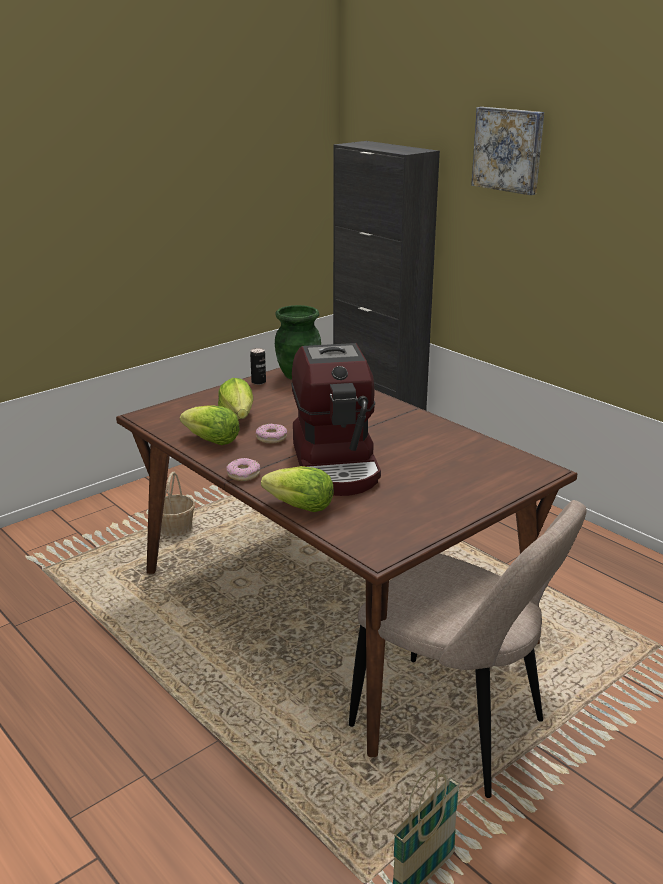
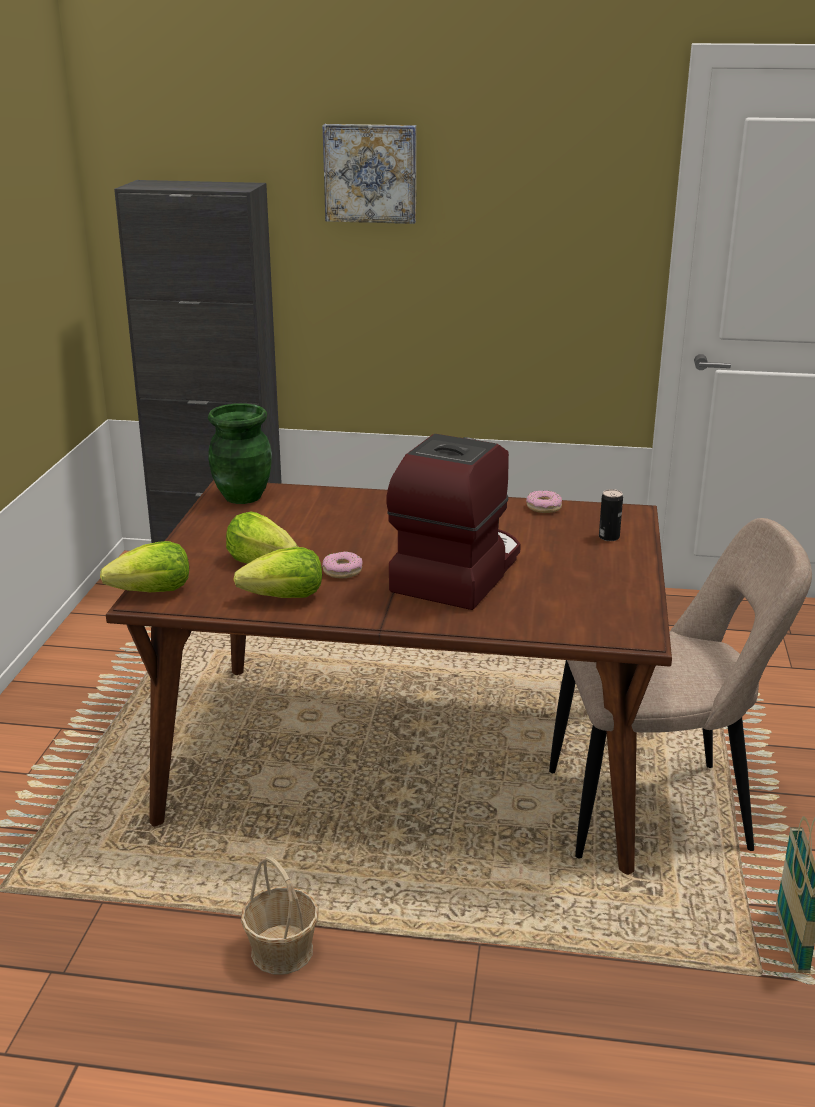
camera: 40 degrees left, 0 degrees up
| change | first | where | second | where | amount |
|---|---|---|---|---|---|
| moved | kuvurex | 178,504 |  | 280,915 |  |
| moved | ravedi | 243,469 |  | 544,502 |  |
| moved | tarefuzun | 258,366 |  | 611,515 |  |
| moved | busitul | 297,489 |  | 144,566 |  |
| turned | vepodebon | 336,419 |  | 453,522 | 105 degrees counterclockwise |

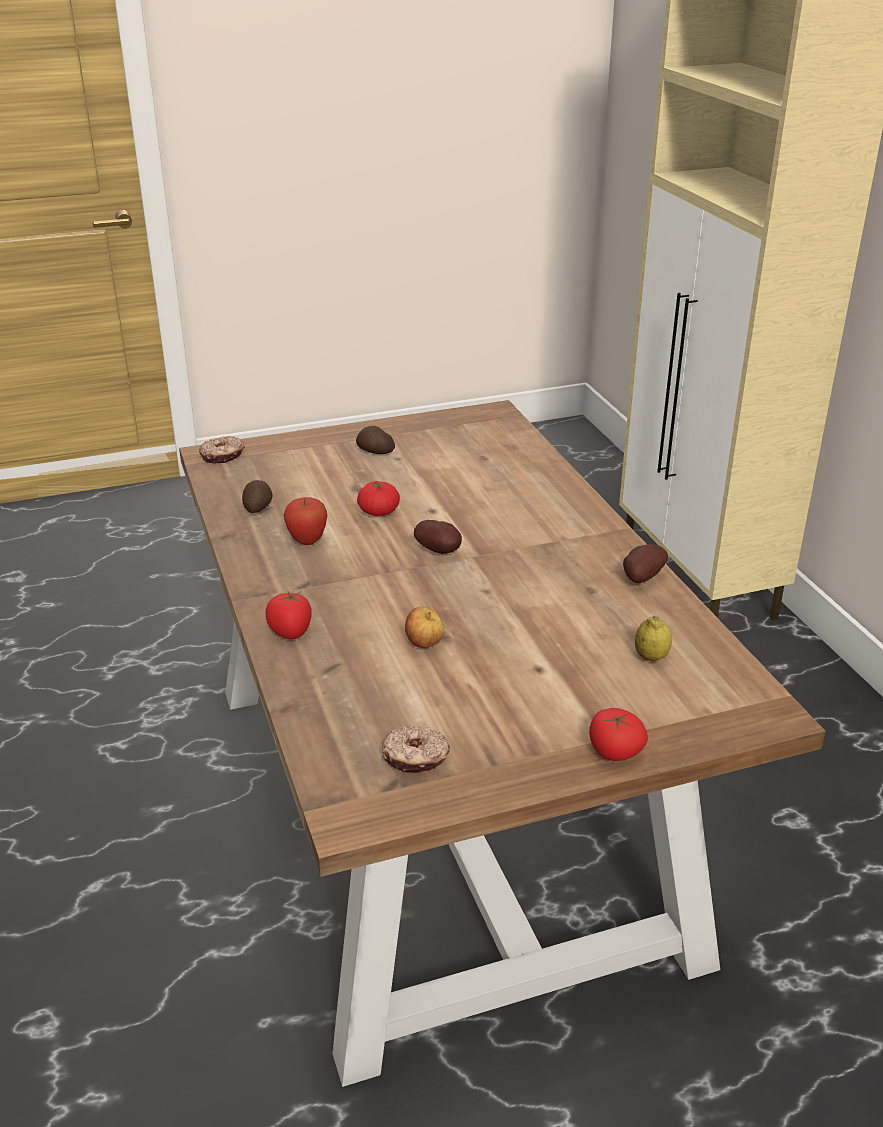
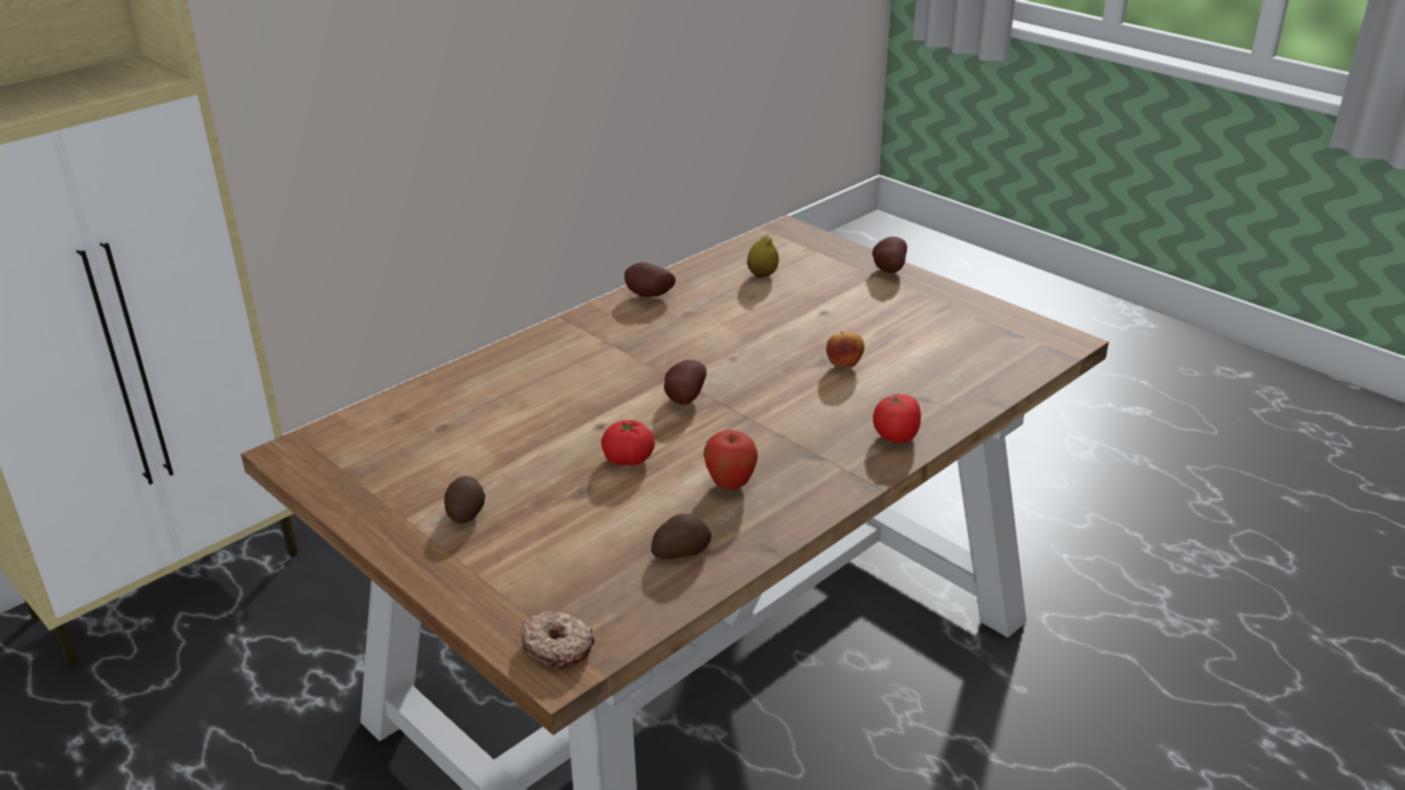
camera: 115 degrees left, 0 degrees up
| change | first | where | second | where | amount |
|---|---|---|---|---|---|
| removed | ravedi | 416,749 |  |  |  |
| replaced | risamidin | 618,734 | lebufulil | 889,255 |  |

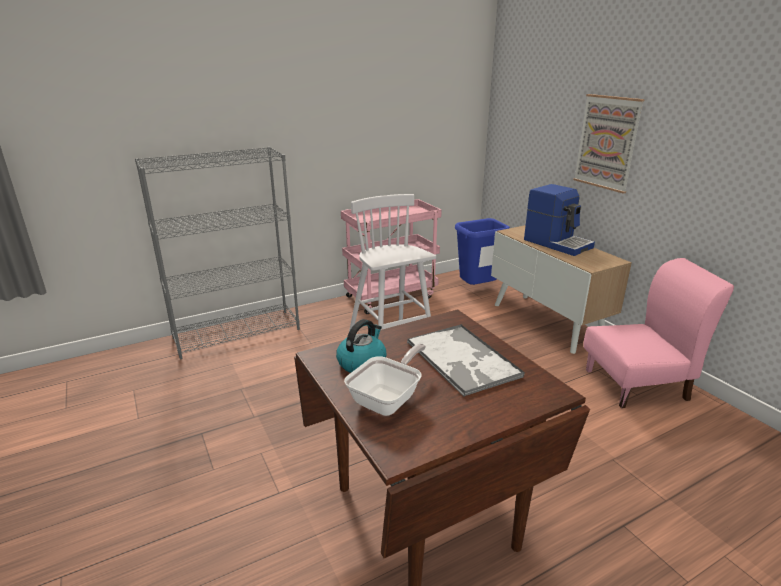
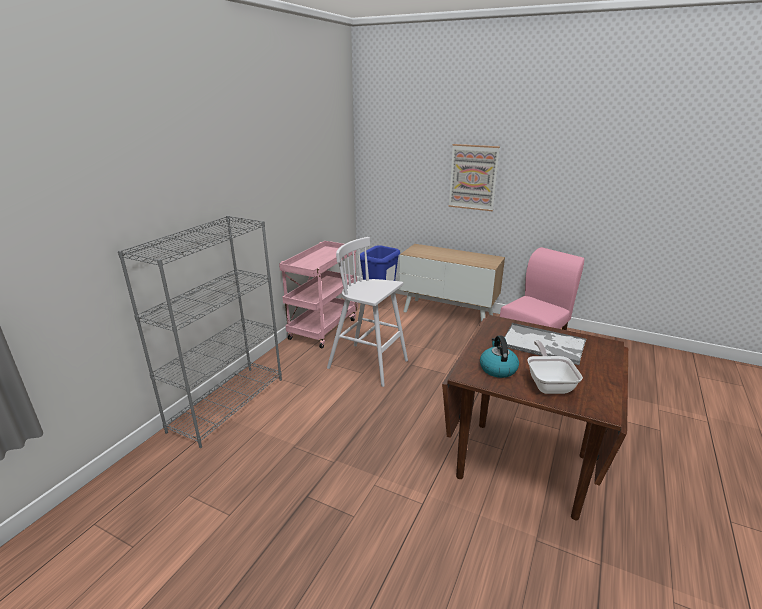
camera: 35 degrees left, 0 degrees up
| change | first | where | second | where | amount |
|---|---|---|---|---|---|
| removed | vepodebon | 559,220 |  |  |  |

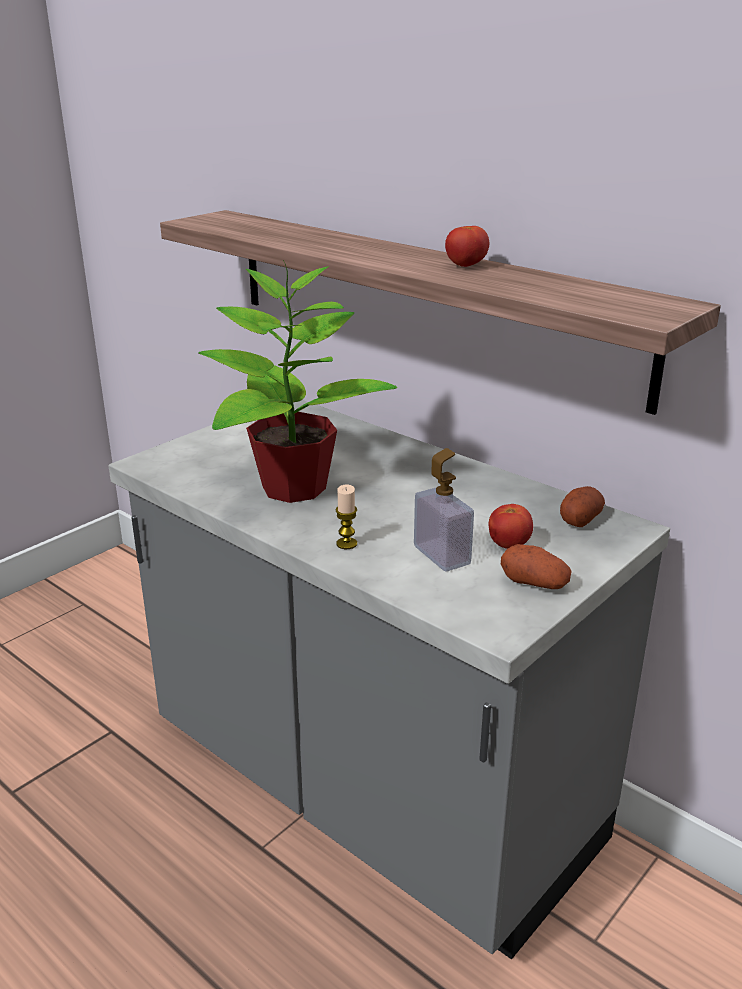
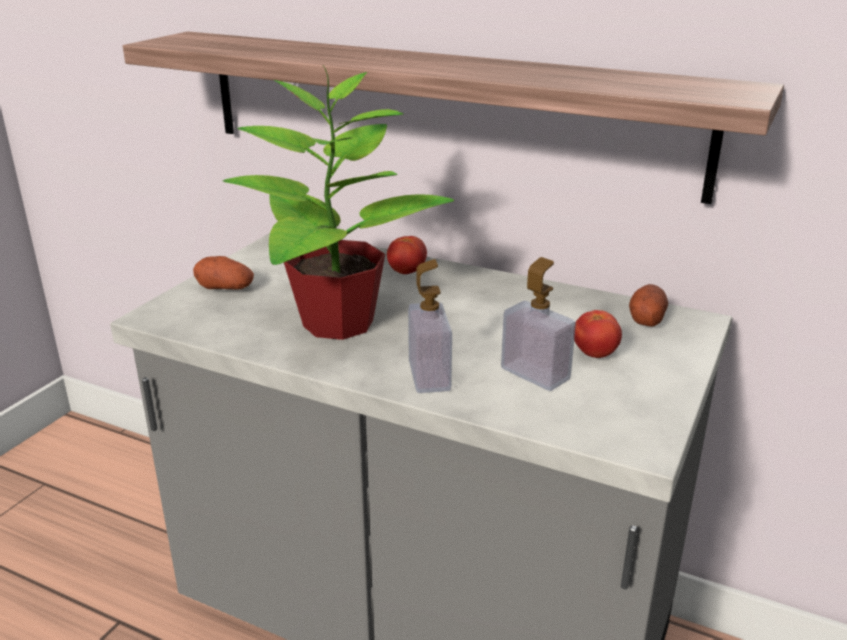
camera: 15 degrees left, 0 degrees up
| change | first | where | second | where | amount |
|---|---|---|---|---|---|
| replaced | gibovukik | 346,517 | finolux | 430,326 |  |
| moved | risamidin | 467,246 |  | 407,255 |  |
| moved | lebufulil | 536,566 |  | 223,273 |  |

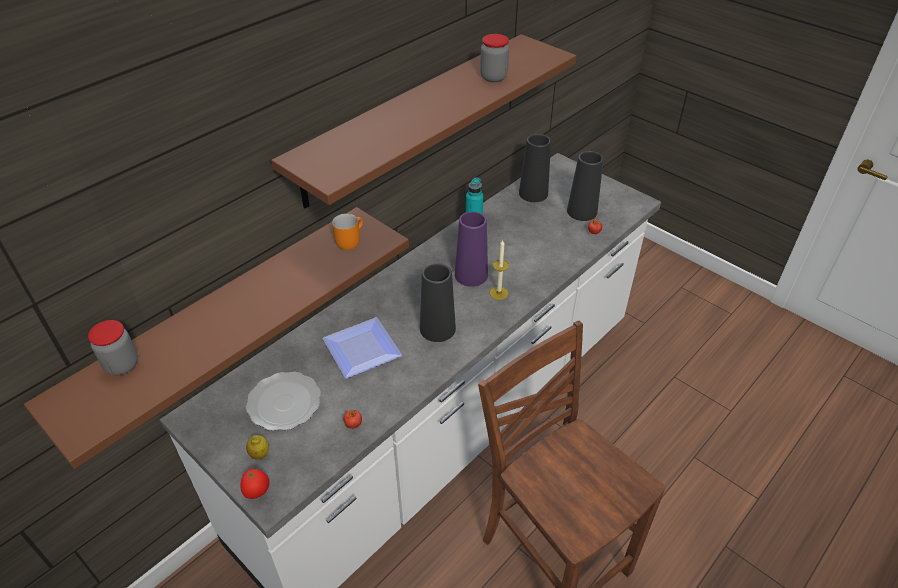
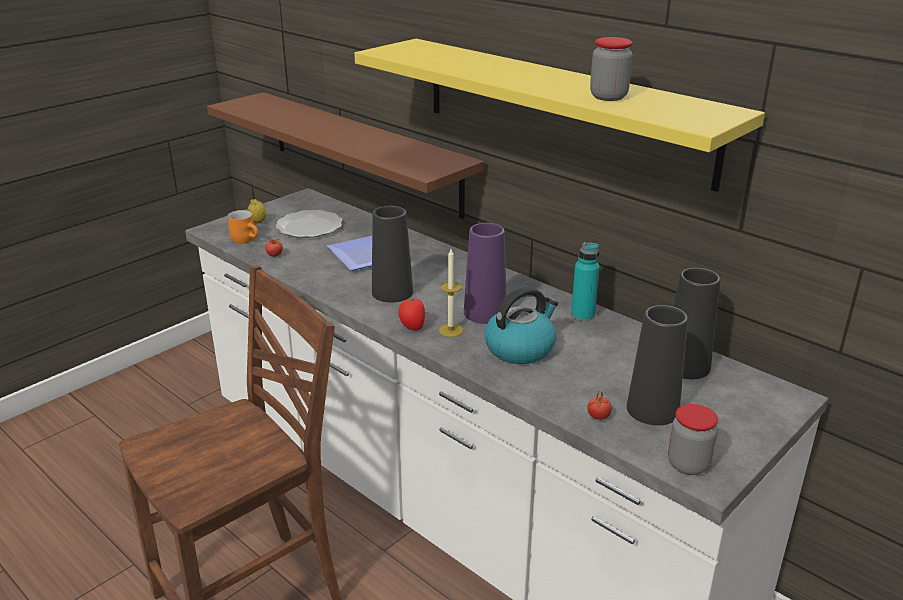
camera: 90 degrees right, 15 degrees down
| change | first | where | second | where | amount |
|---|---|---|---|---|---|
| moved | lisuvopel | 113,347 |  | 693,439 |  |
| moved | risamidin | 255,484 |  | 411,314 |  |
| recoloured | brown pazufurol | 424,121 | yellow pazufurol | 559,115 |  |
| moved | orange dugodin | 347,231 |  | 242,227 |  |
| added |  |  | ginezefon | 521,325 |  |

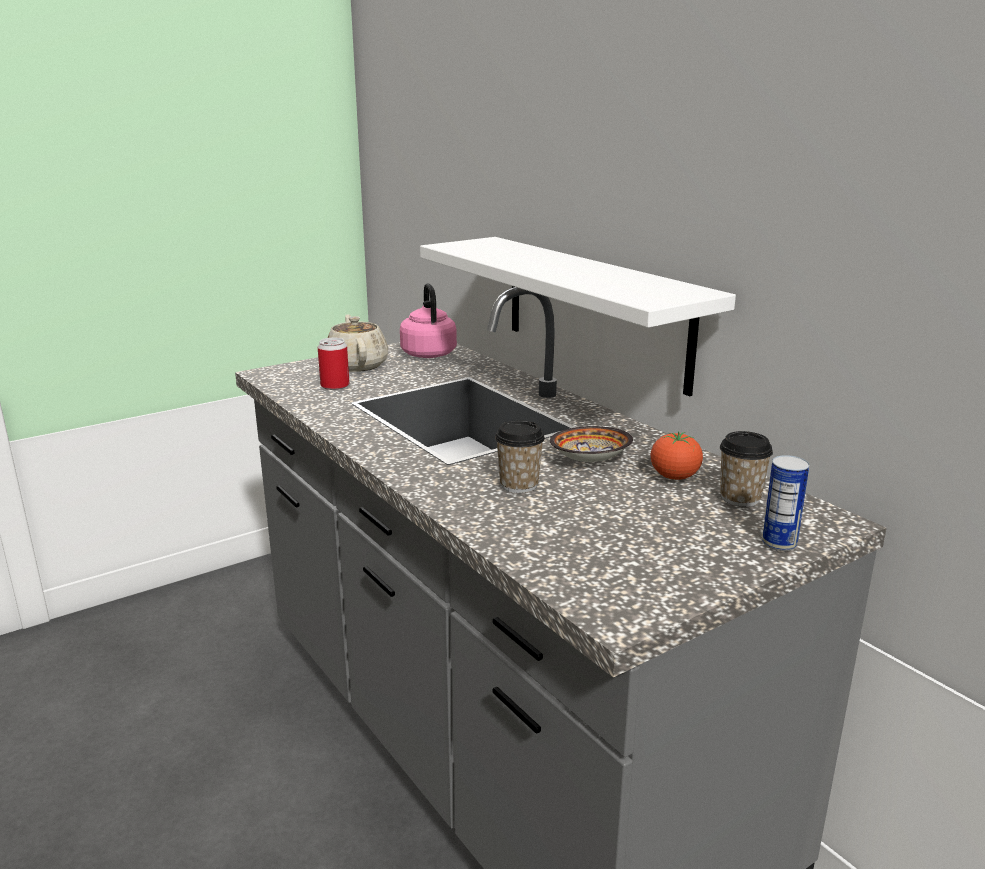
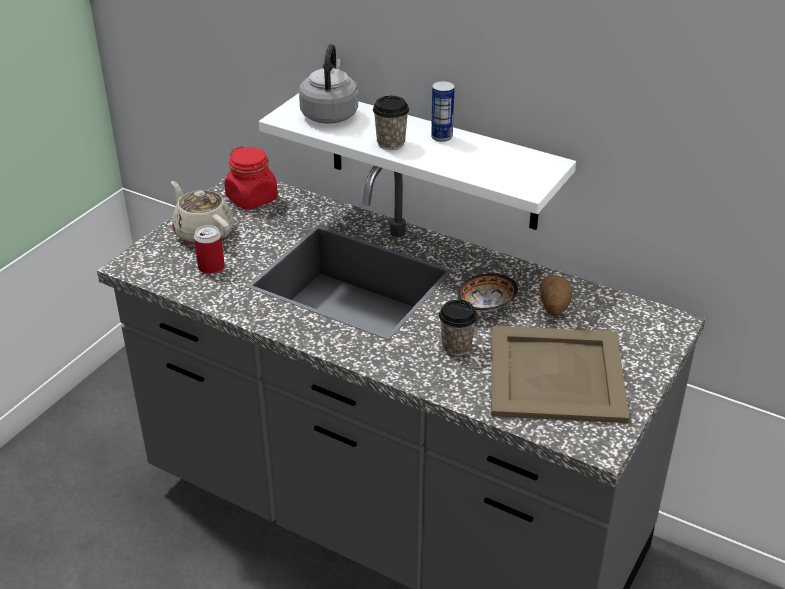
camera: 25 degrees left, 15 degrees up
| change | first | where | second | where | amount |
|---|---|---|---|---|---|
| replaced | pink ginezefon | 428,320 | red lisuvopel | 251,178 |  |
| replaced | risamidin | 677,455 | lebufulil | 556,295 |  |
| moved | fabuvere | 746,469 |  | 391,123 |  |
| moved | tarefuzun | 785,503 |  | 443,111 |  |
| added |  |  | grey ginezefon | 328,84 |  |
| added |  |  | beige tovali | 560,374 |  |

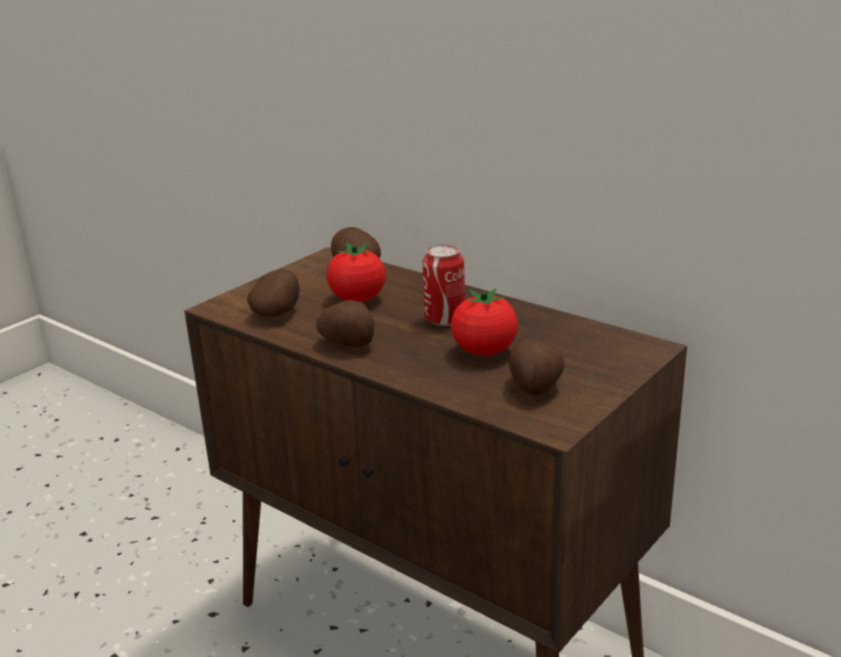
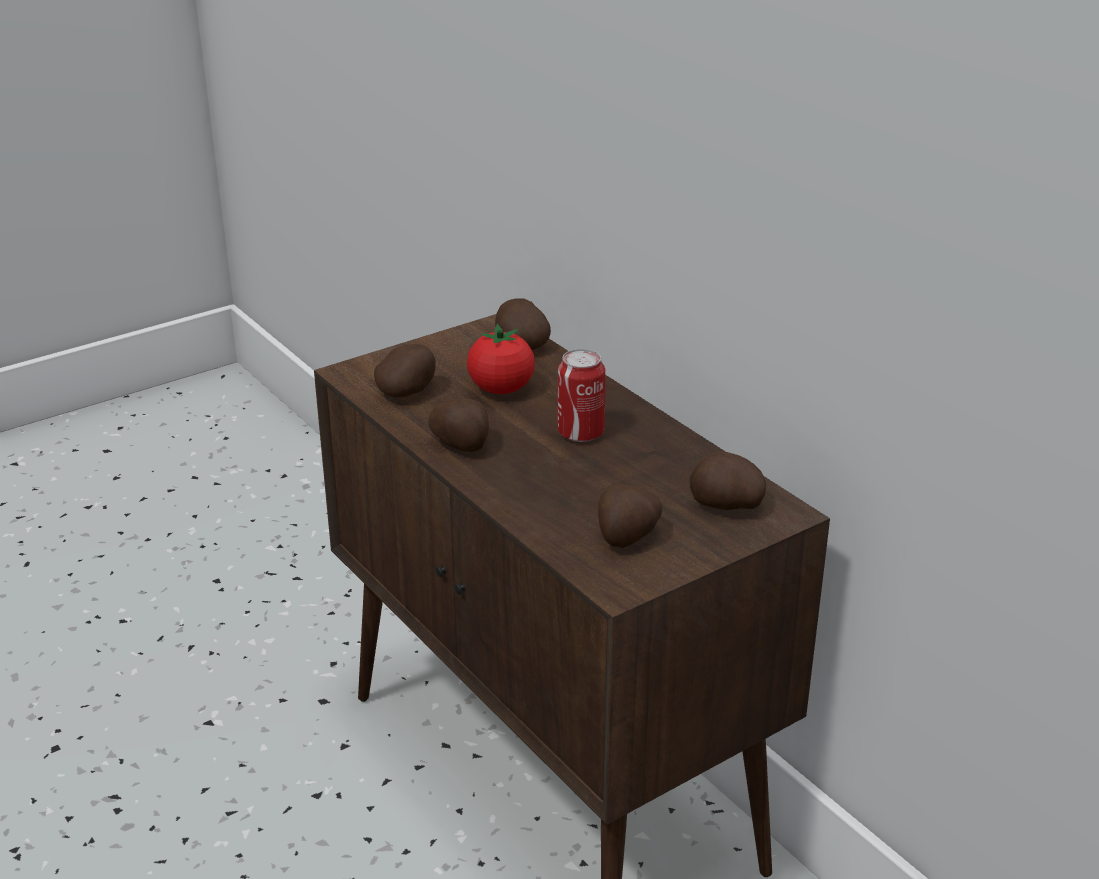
camera: 15 degrees right, 5 degrees up
| change | first | where | second | where | amount |
|---|---|---|---|---|---|
| removed | risamidin | 484,322 |  |  |  |
| added |  |  | lebufulil | 728,480 |  |

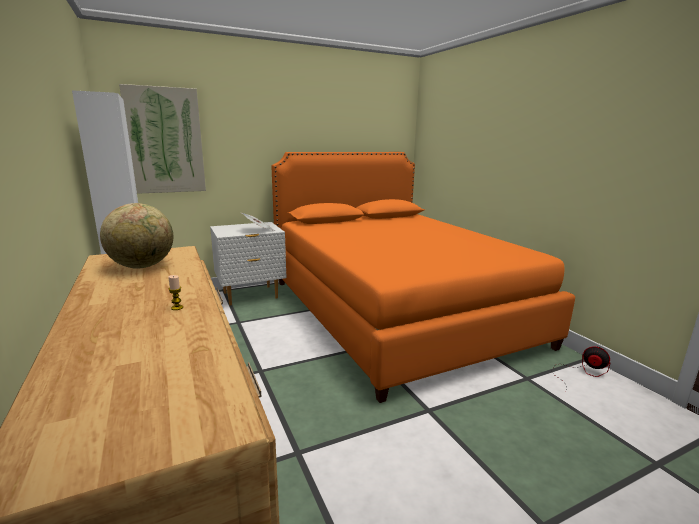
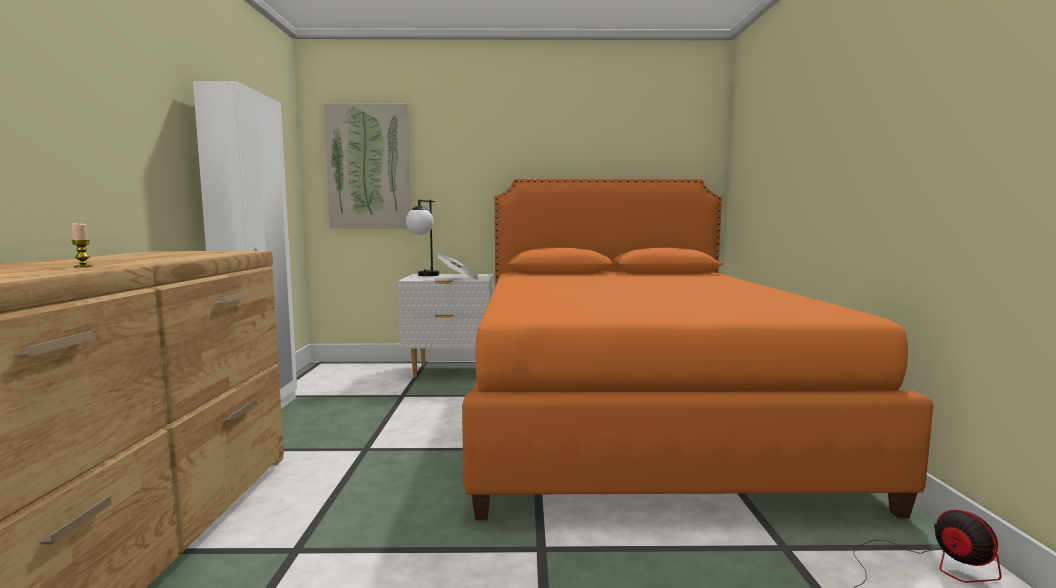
camera: 25 degrees right, 10 degrees down
| change | first | where | second | where | amount |
|---|---|---|---|---|---|
| removed | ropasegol | 137,236 |  |  |  |
| added |  |  | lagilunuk | 422,238 |  |

